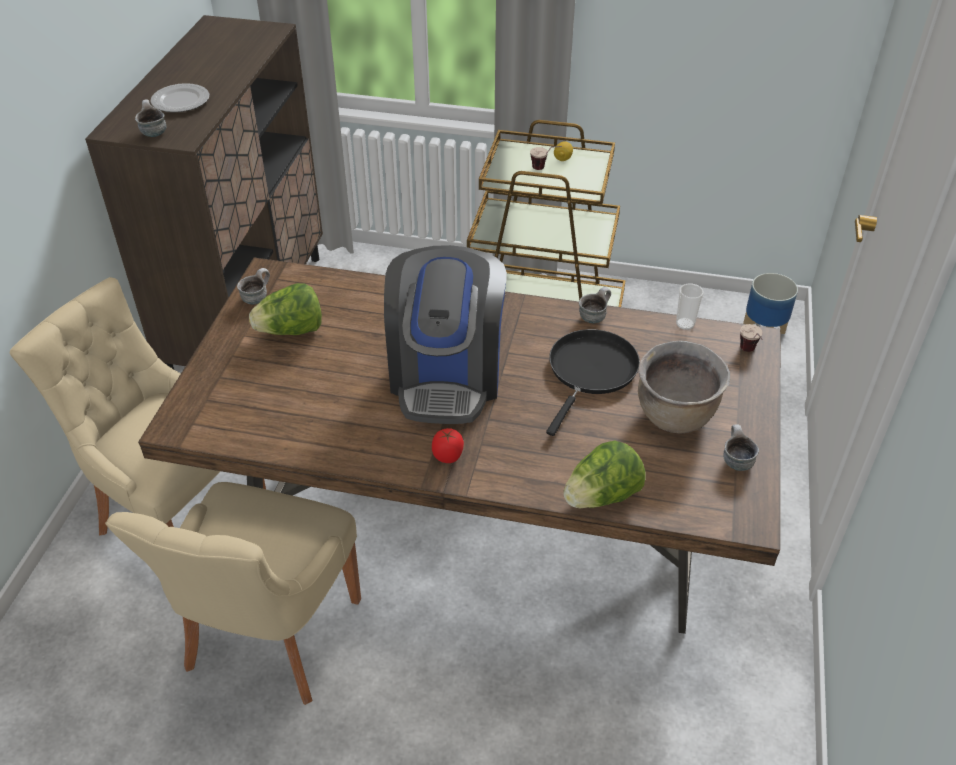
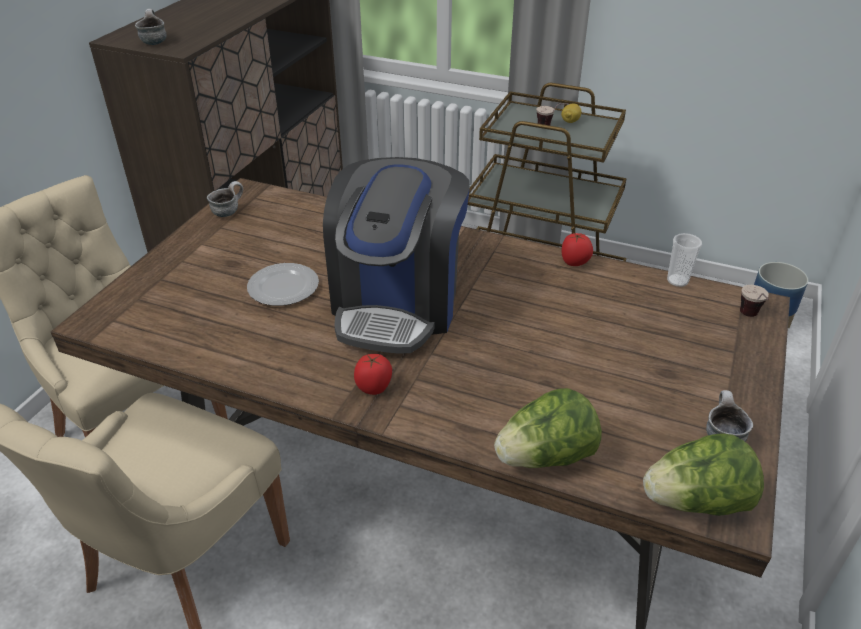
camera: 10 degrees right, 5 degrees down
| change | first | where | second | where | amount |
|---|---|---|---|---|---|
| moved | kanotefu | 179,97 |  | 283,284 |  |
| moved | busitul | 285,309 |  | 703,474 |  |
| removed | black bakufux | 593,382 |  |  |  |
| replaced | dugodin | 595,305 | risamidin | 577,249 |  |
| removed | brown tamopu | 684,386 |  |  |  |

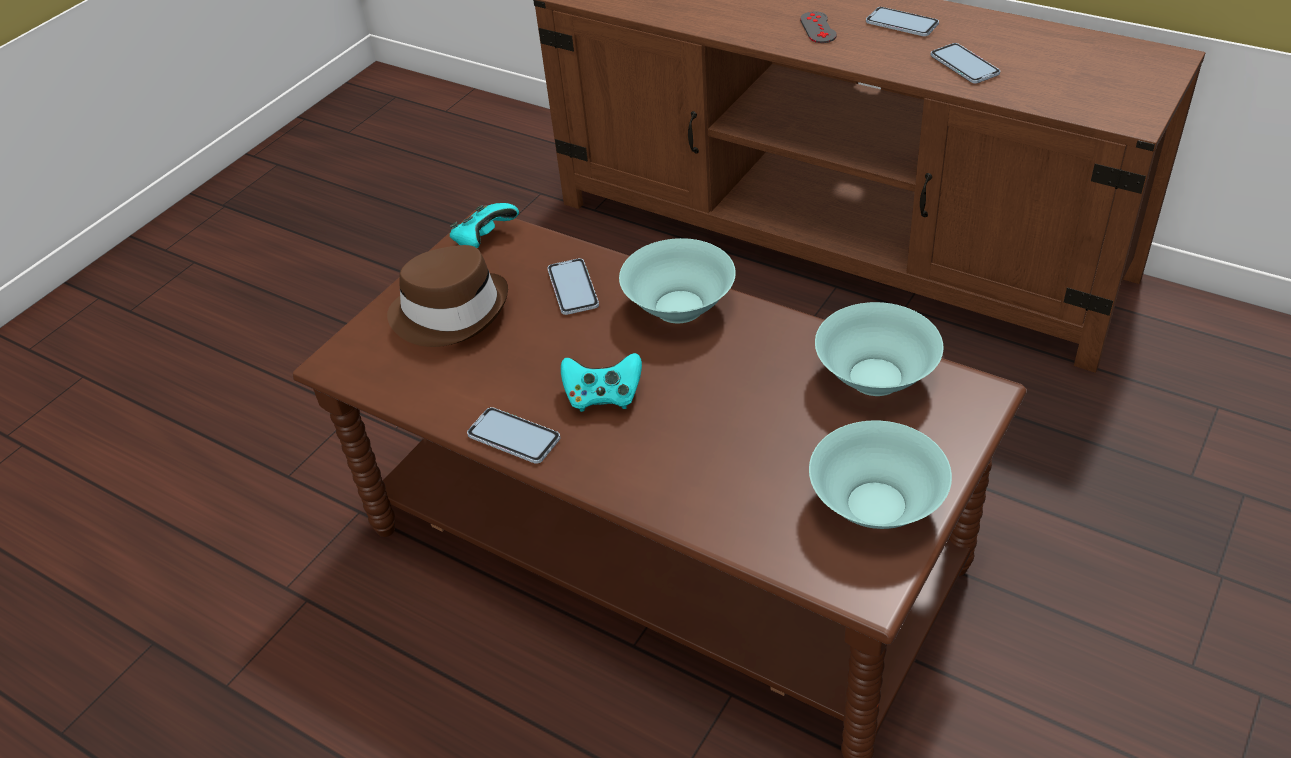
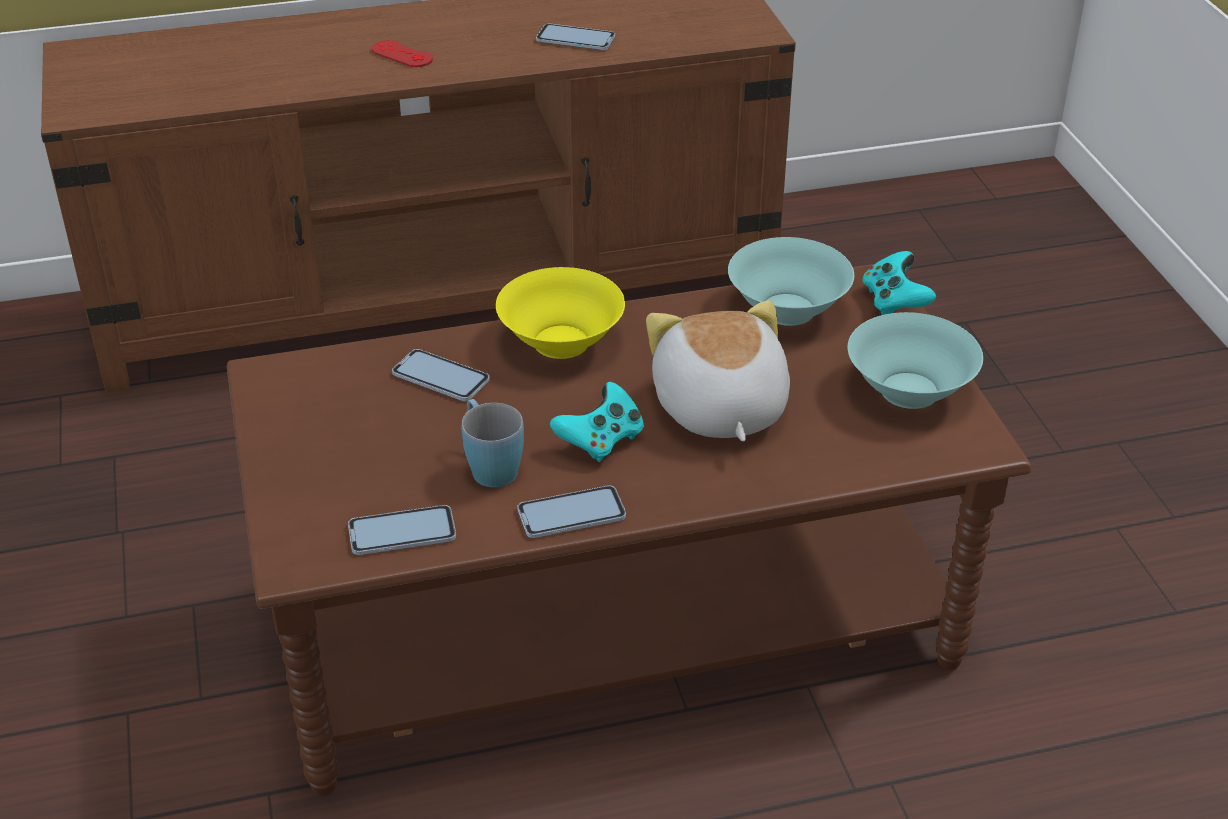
camera: 50 degrees left, 5 degrees down
| change | first | where | second | where | amount |
|---|---|---|---|---|---|
| removed | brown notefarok | 447,296 |  |  |  |
| moved | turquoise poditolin | 484,225 |  | 899,283 |  |
| recoloured | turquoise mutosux | 677,281 | yellow mutosux | 560,313 |  |
| recoloured | grey poditolin | 818,27 | red poditolin | 402,53 |  |
| moved | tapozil | 902,21 |  | 402,530 |  |
| added |  |  | blue dugodin | 493,443 |  |
| added |  |  | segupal | 718,370 |  |

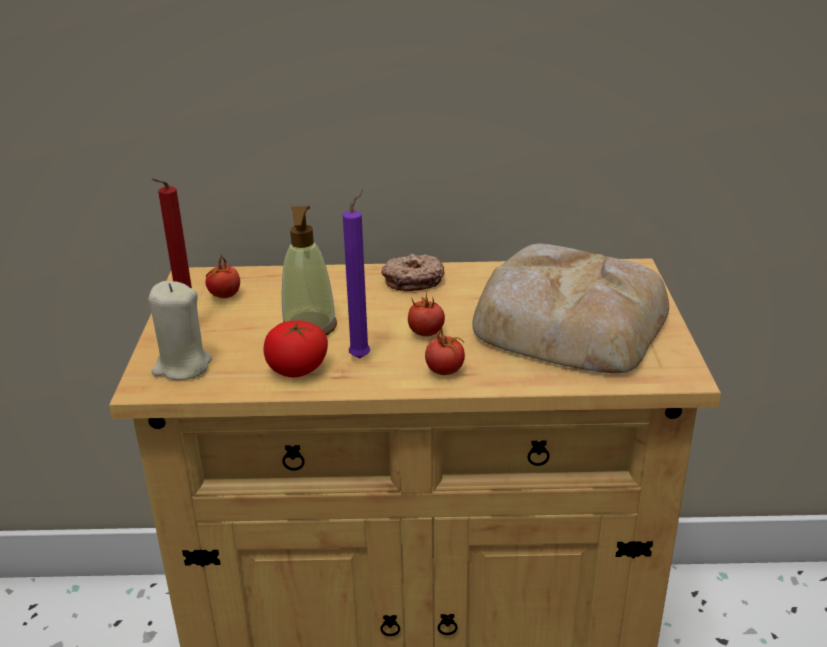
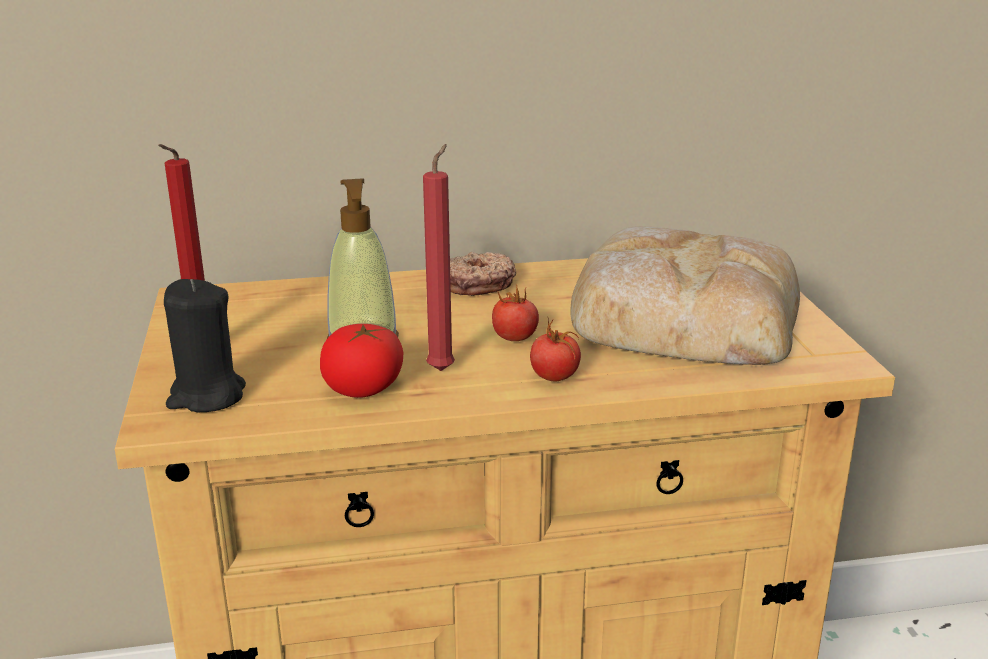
camera: 10 degrees left, 5 degrees down
| change | first | where | second | where | amount |
|---|---|---|---|---|---|
| recoloured | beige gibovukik | 180,330 | black gibovukik | 205,345 |  |
| removed | risamidin | 223,276 |  |  |  |
| recoloured | purple gibovukik | 356,273 | red gibovukik | 439,257 |  |

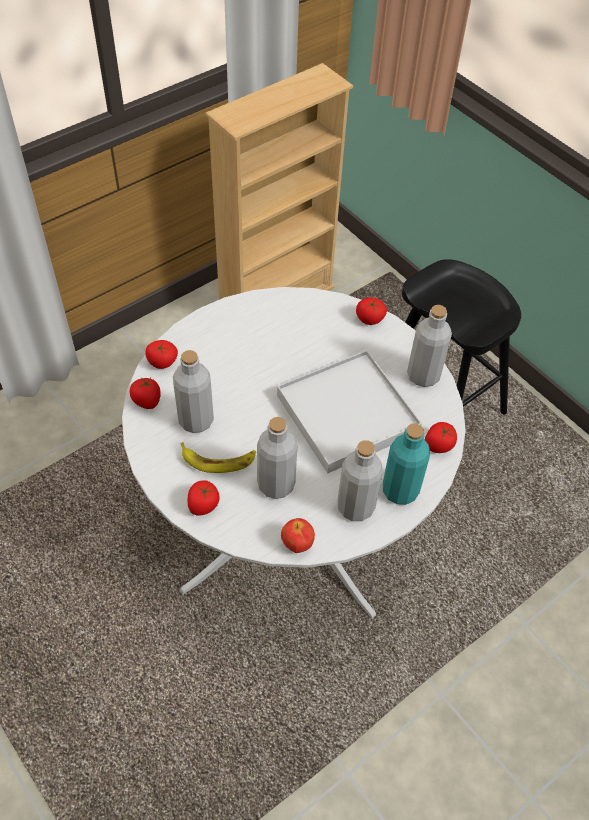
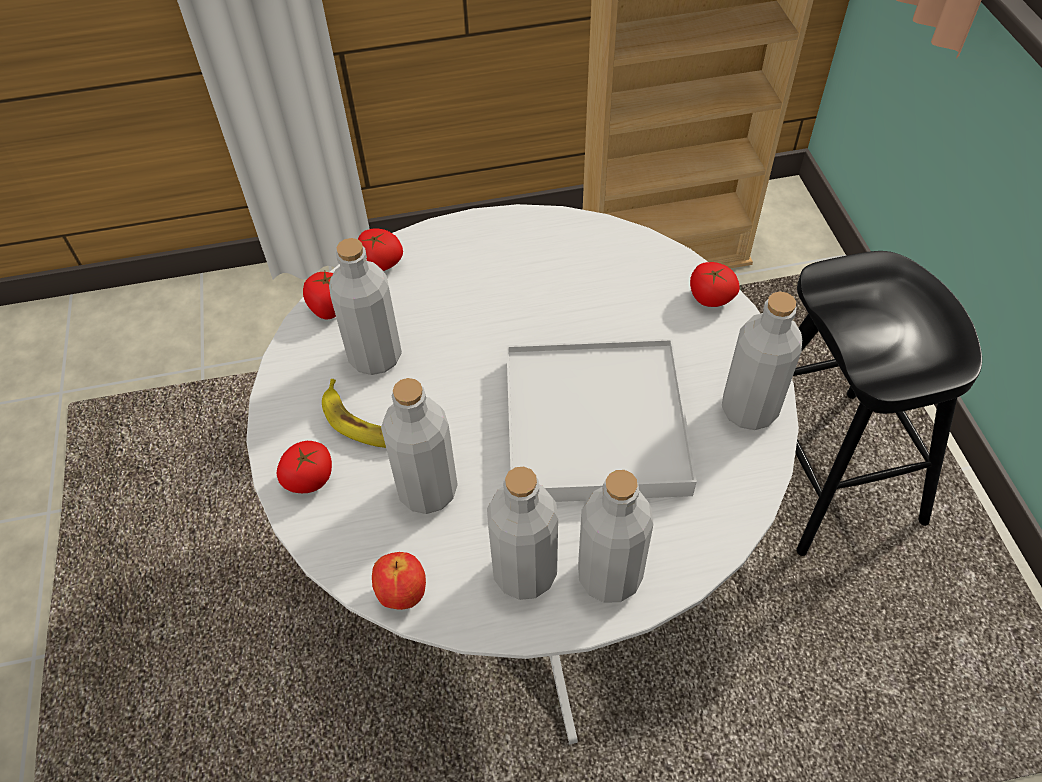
camera: 30 degrees right, 0 degrees up
| change | first | where | second | where | amount |
|---|---|---|---|---|---|
| recoloured | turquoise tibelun | 406,464 | grey tibelun | 615,536 |  |
| removed | risamidin | 441,437 |  |  |  |

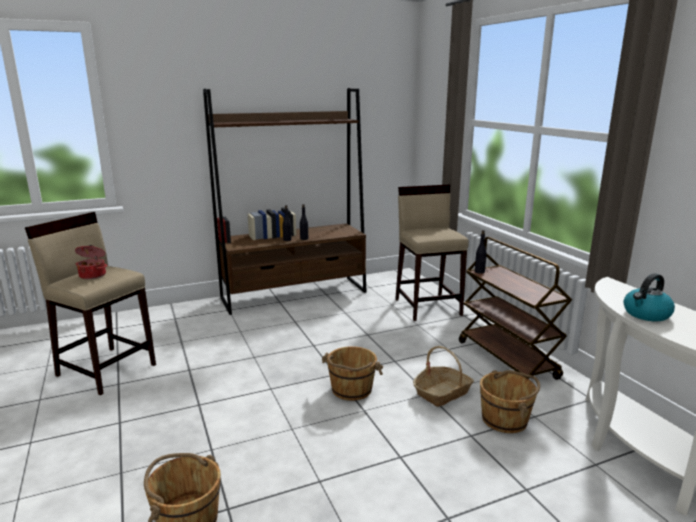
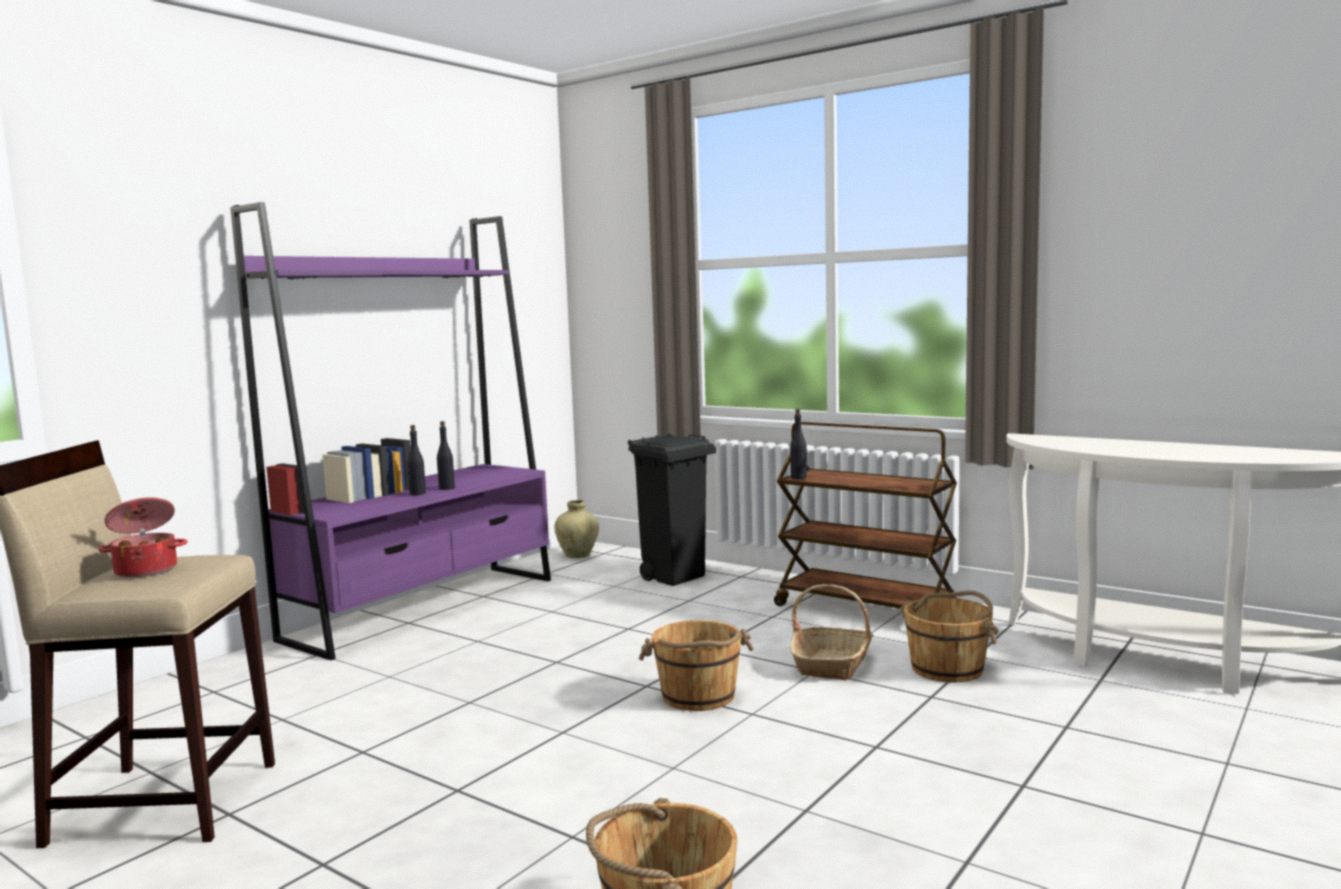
camera: 30 degrees left, 10 degrees down
| change | first | where | second | where | amount |
|---|---|---|---|---|---|
| recoloured | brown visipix | 284,201 | purple visipix | 390,431 |  |
| replaced | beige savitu | 432,252 | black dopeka | 672,509 |  |
| removed | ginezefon | 649,297 |  |  |  |
| added |  |  | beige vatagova | 577,529 |  |

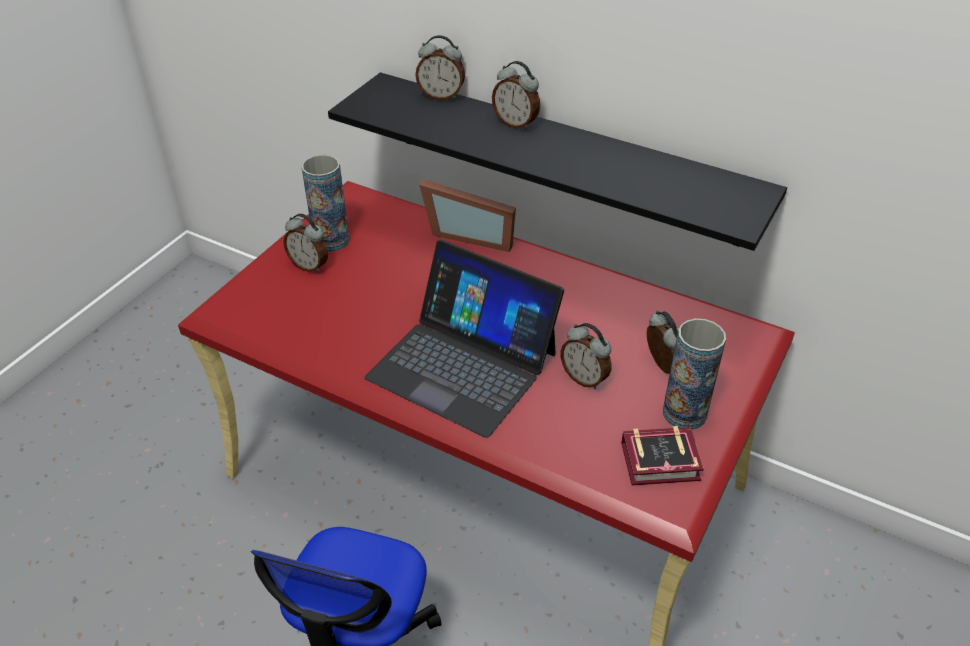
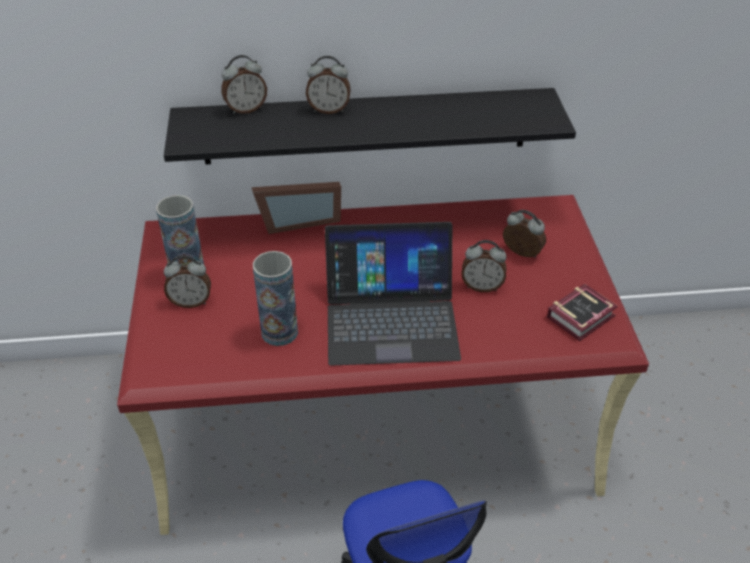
camera: 35 degrees left, 0 degrees up
| change | first | where | second | where | amount |
|---|---|---|---|---|---|
| moved | vatagova | 694,374 |  | 275,298 |  |

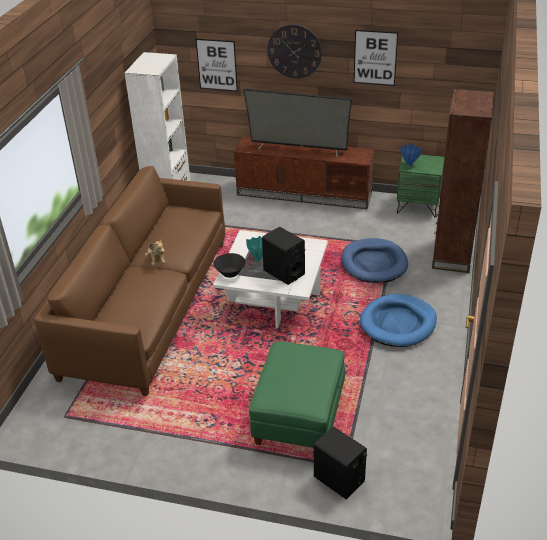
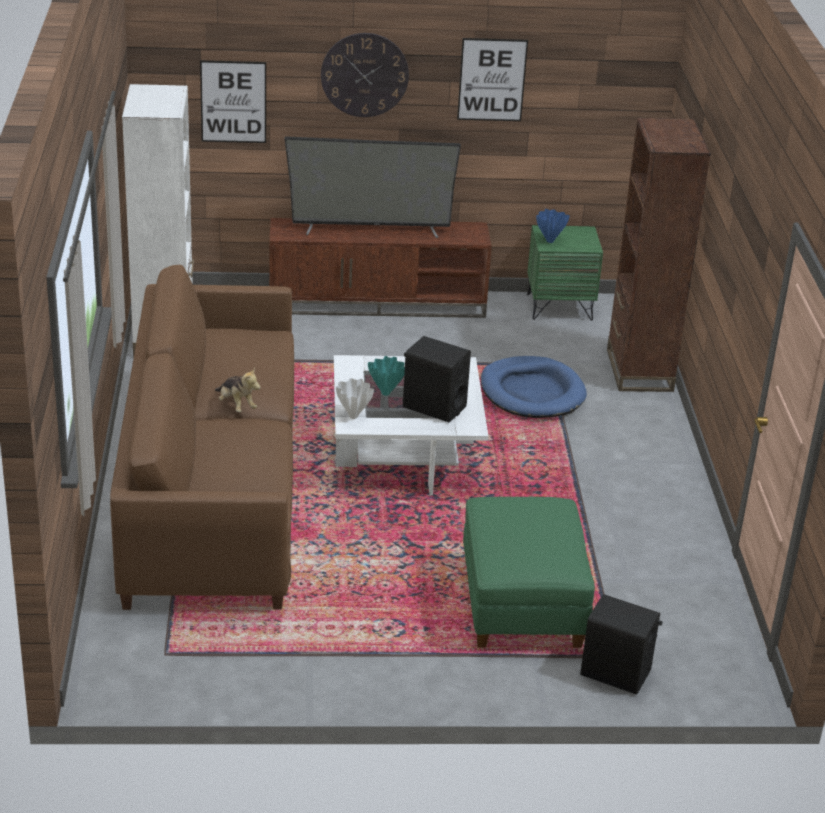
camera: 20 degrees left, 5 degrees down
| change | first | where | second | where | amount |
|---|---|---|---|---|---|
| replaced | black mutosux | 229,265 | white vatagova | 355,398 |  |
| removed | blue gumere | 398,320 |  |  |  |

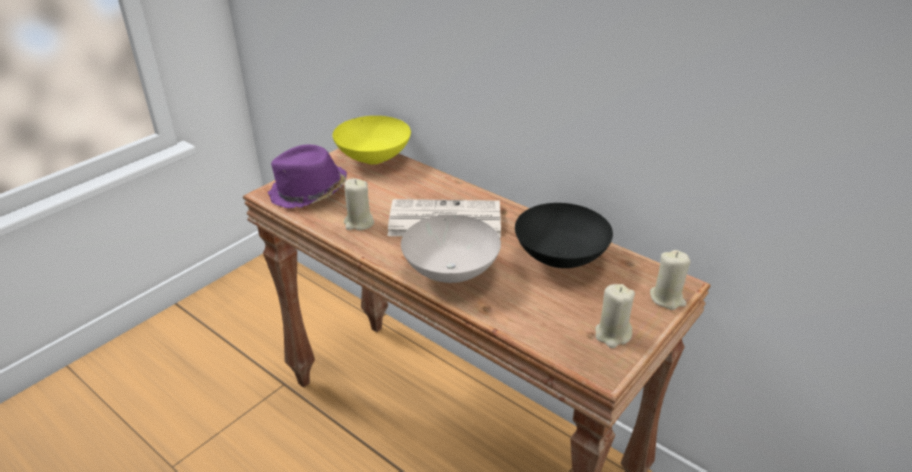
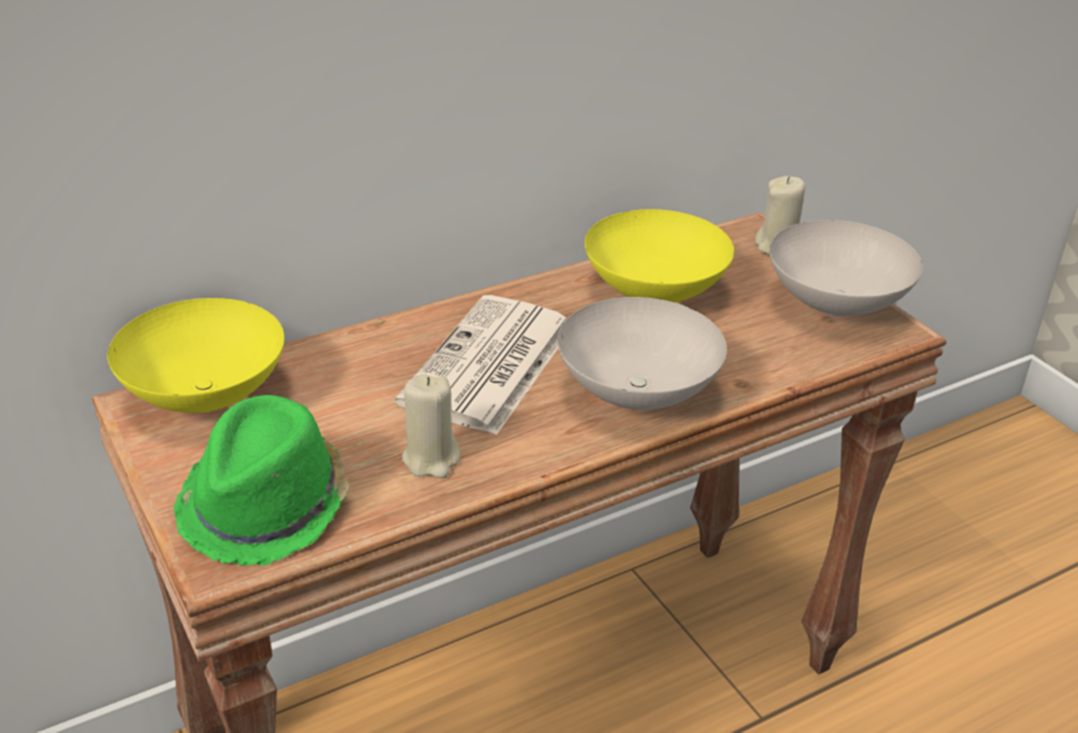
camera: 70 degrees left, 0 degrees up
| change | first | where | second | where | amount |
|---|---|---|---|---|---|
| recoloured | purple notefarok | 307,176 | green notefarok | 261,480 |  |
| recoloured | black mutosux | 564,235 | yellow mutosux | 659,256 |  |
| replaced | beige gibovukik | 615,316 | white mutosux | 846,268 |  |

